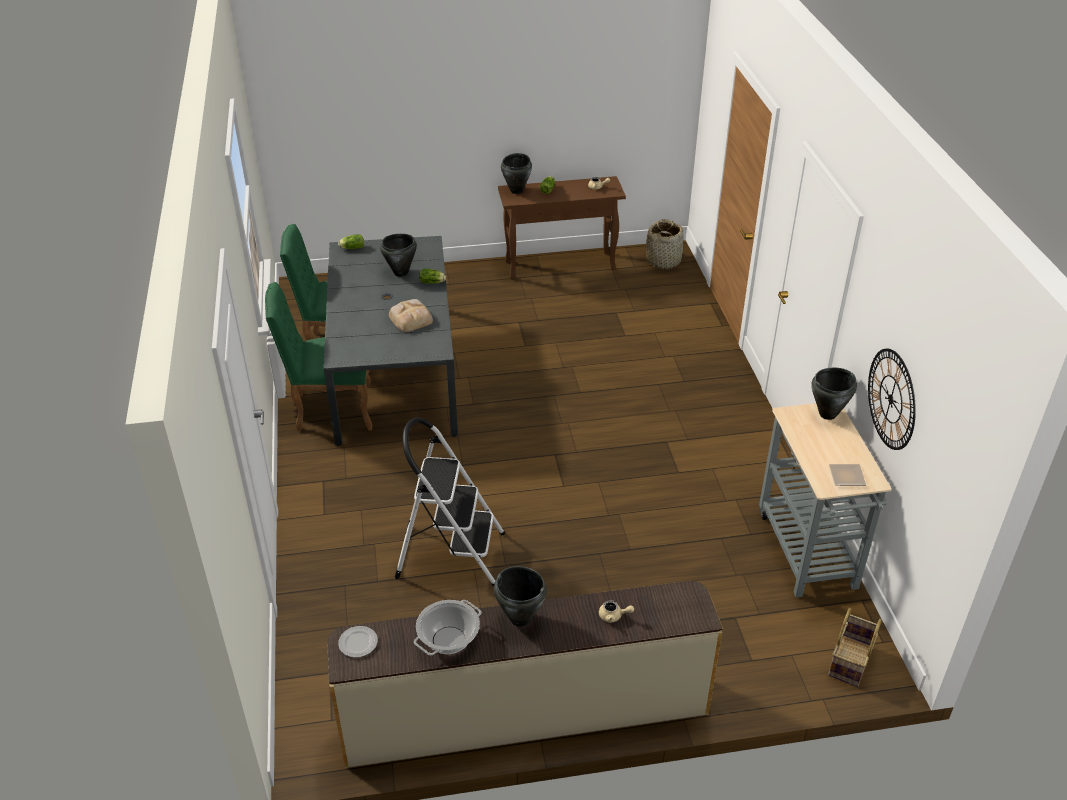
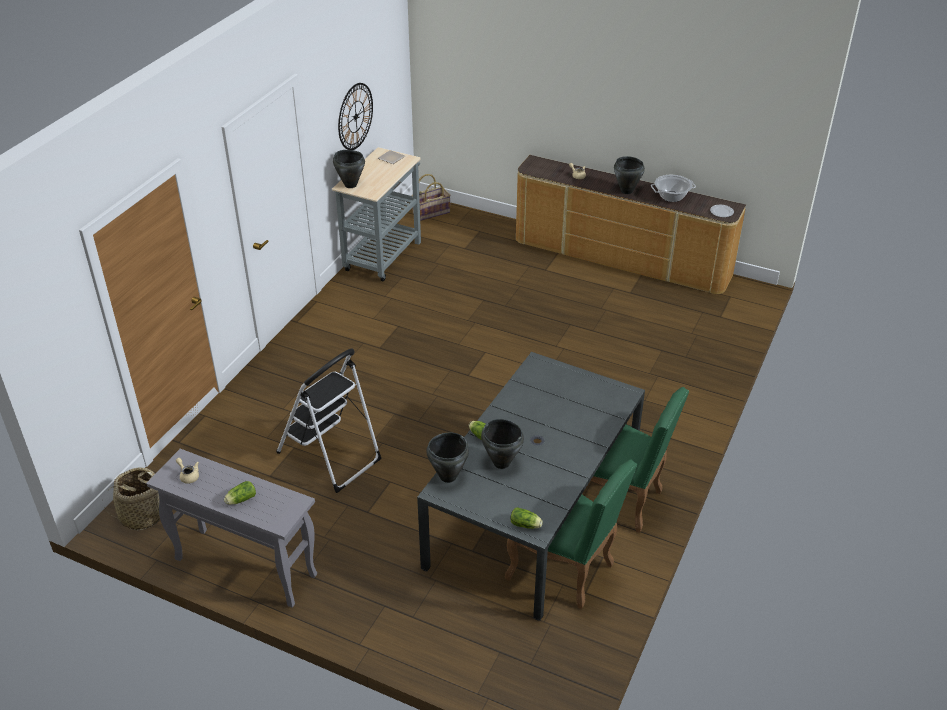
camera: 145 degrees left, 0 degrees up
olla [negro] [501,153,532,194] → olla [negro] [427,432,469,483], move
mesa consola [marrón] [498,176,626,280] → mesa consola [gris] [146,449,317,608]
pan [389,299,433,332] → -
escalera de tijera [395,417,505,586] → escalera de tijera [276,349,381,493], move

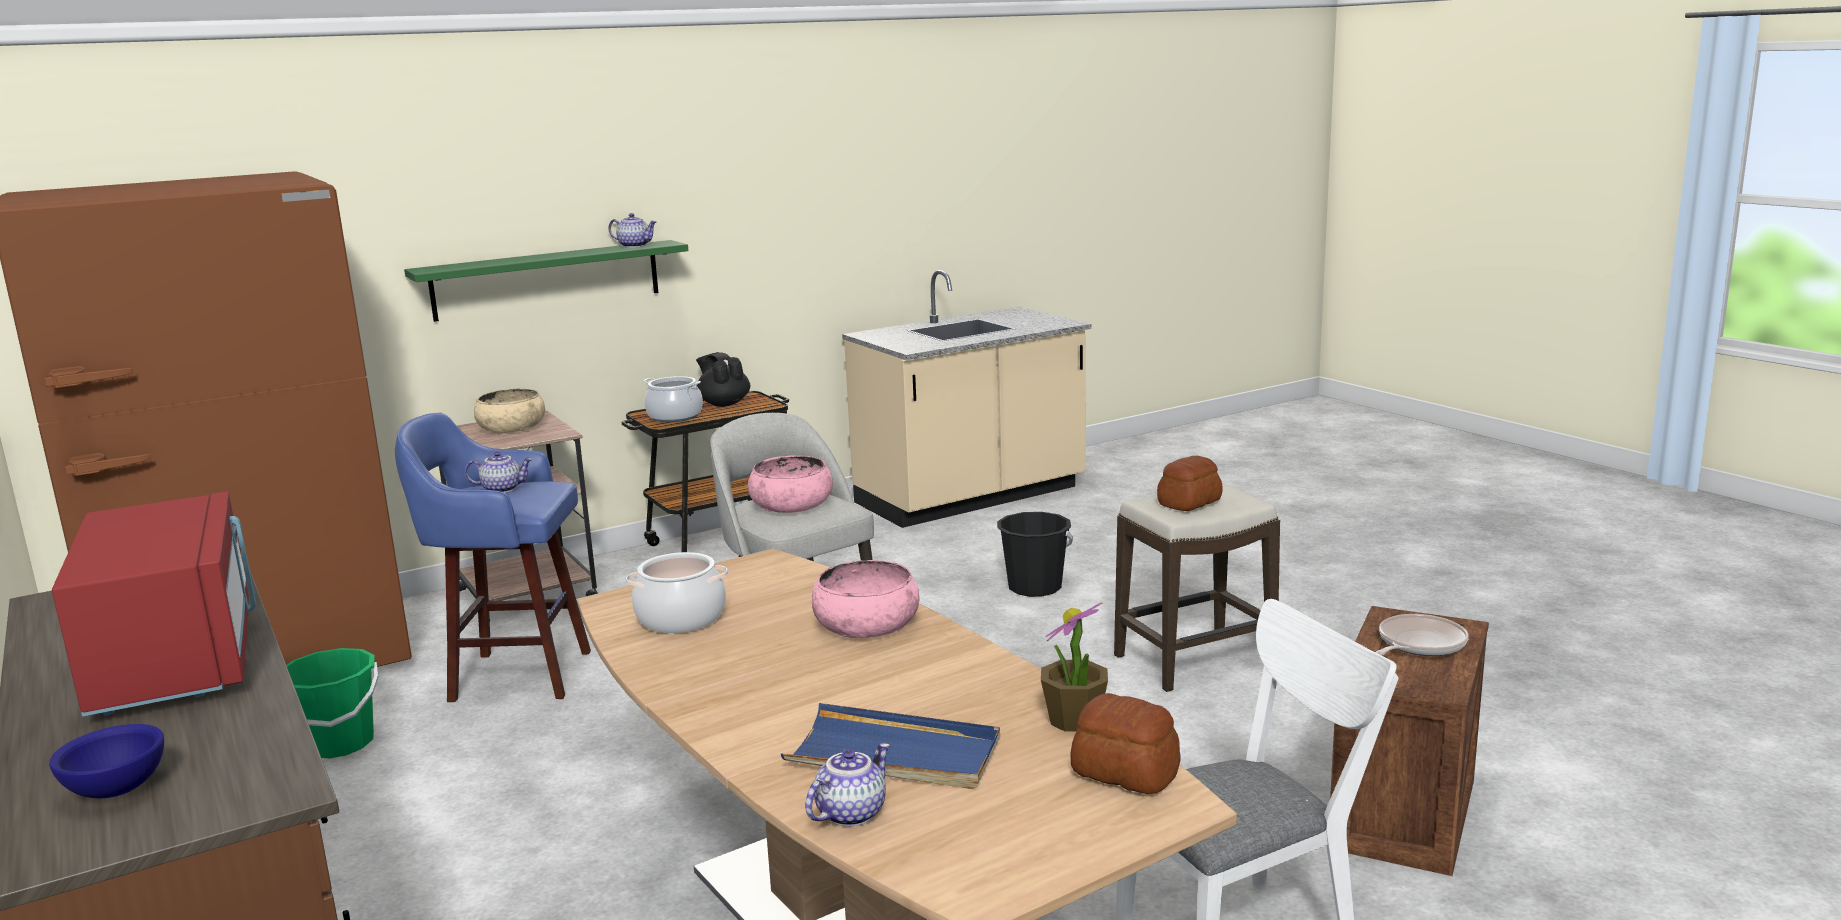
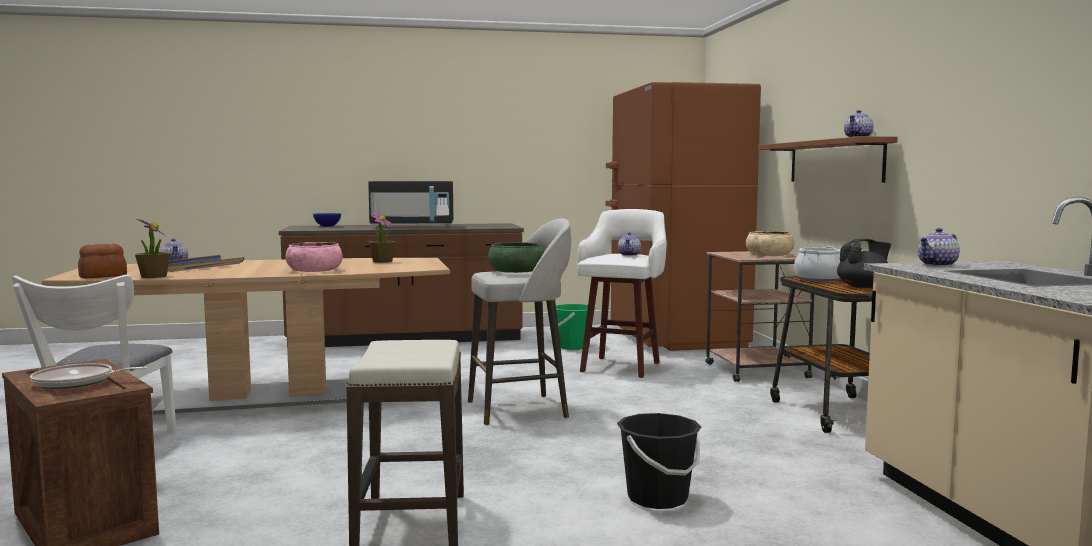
camera: 110 degrees right, 10 degrees down
estante [verde] [404,240,688,322] → estante [marrón] [758,136,897,183]
taburete [azul] [395,413,591,702] → taburete [blanco] [577,209,667,378]
cuenco [rosa] [748,455,833,513] → cuenco [verde] [488,242,544,273]
pan [1157,456,1222,511] → -
microondas [rojo] [52,492,256,717] → microondas [negro] [368,181,454,228]
olla [626,552,728,633] → planta en maceta [369,212,396,263]
sartén [1376,614,1469,656] → sartén [30,363,147,389], 105 degrees clockwise
- → tetera [918,228,960,266]

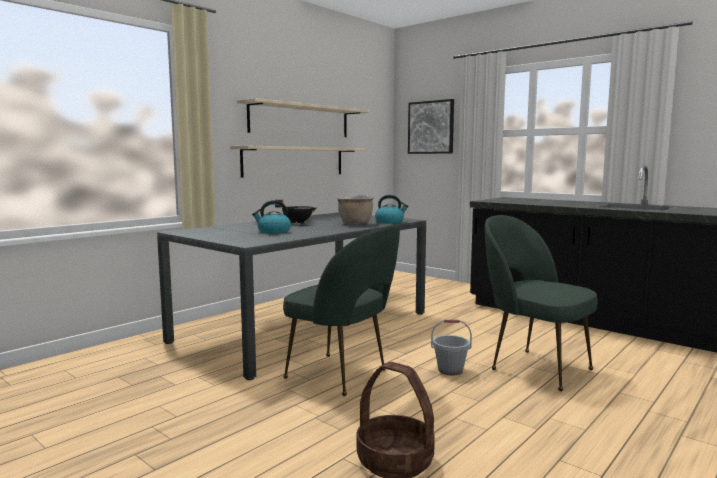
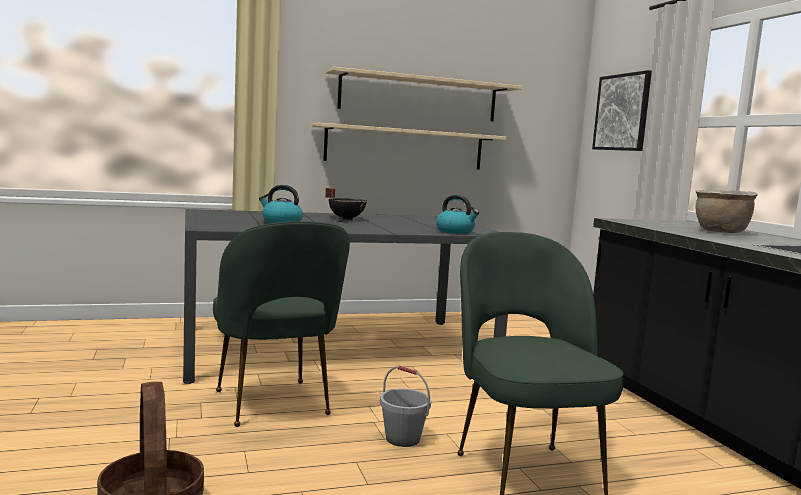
camera: 30 degrees right, 0 degrees up
olla [marrón] [337,195,374,224] → olla [marrón] [696,190,758,233], move

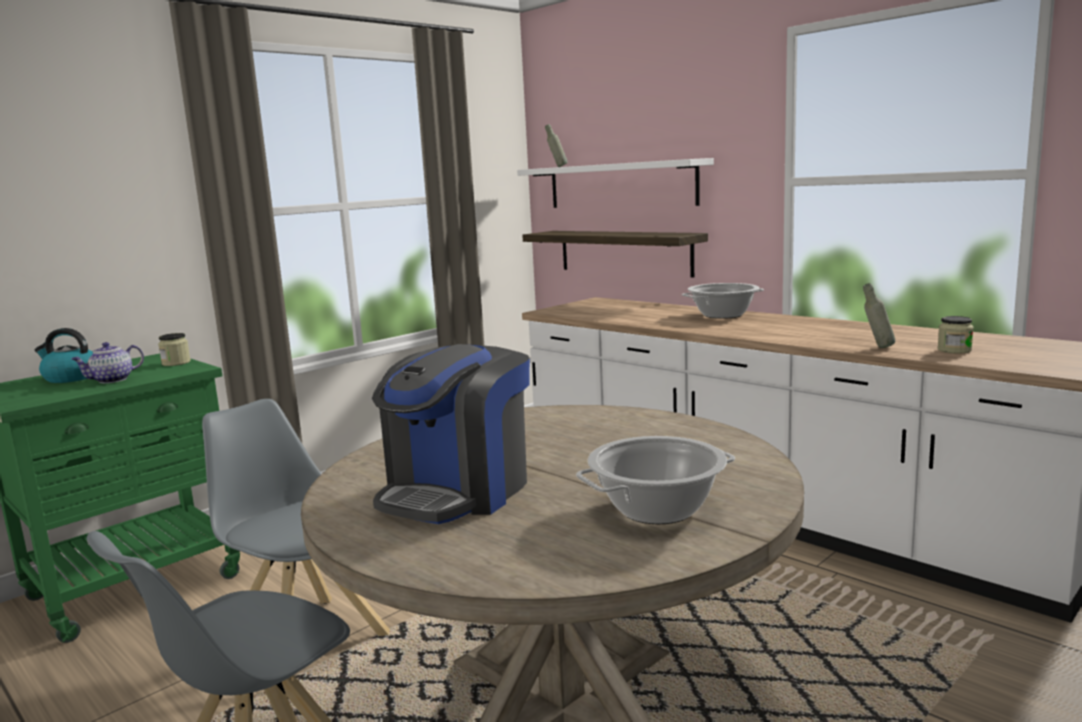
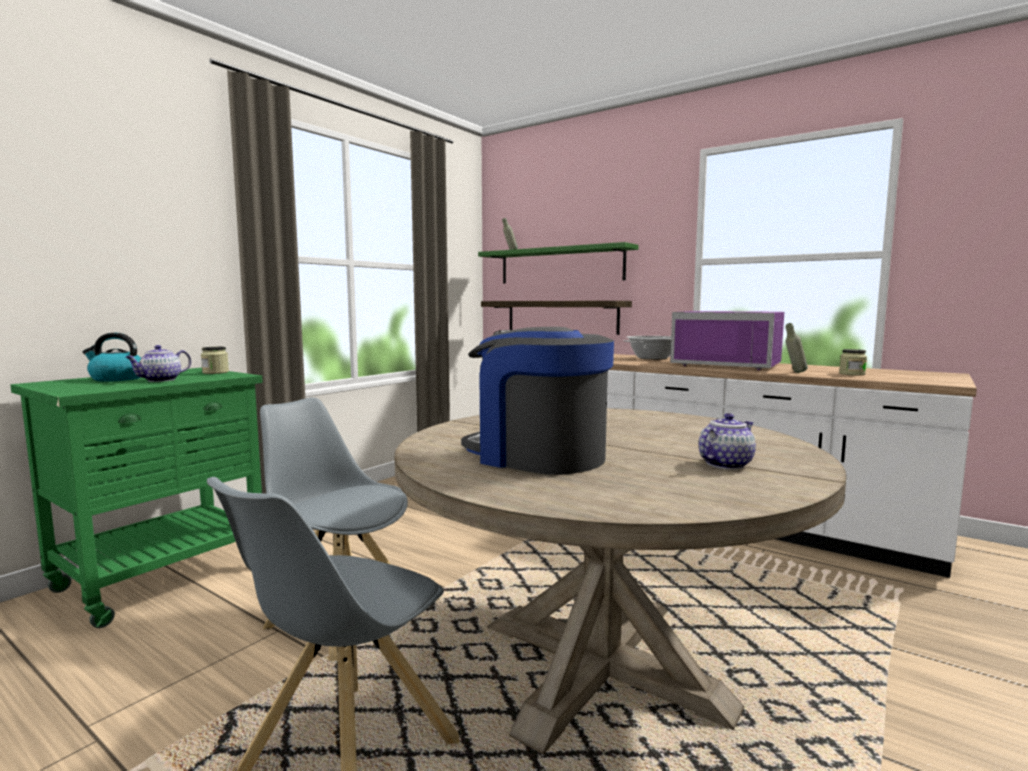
camera: 10 degrees left, 5 degrees down
estante [blanco] [517,158,714,208] → estante [verde] [478,242,638,283]
cafetera [372,344,530,524] → cafetera [461,327,614,475], 105 degrees clockwise
olla [576,436,735,524] → tetera [699,413,756,470]
- → microondas [morado] [670,311,784,370]

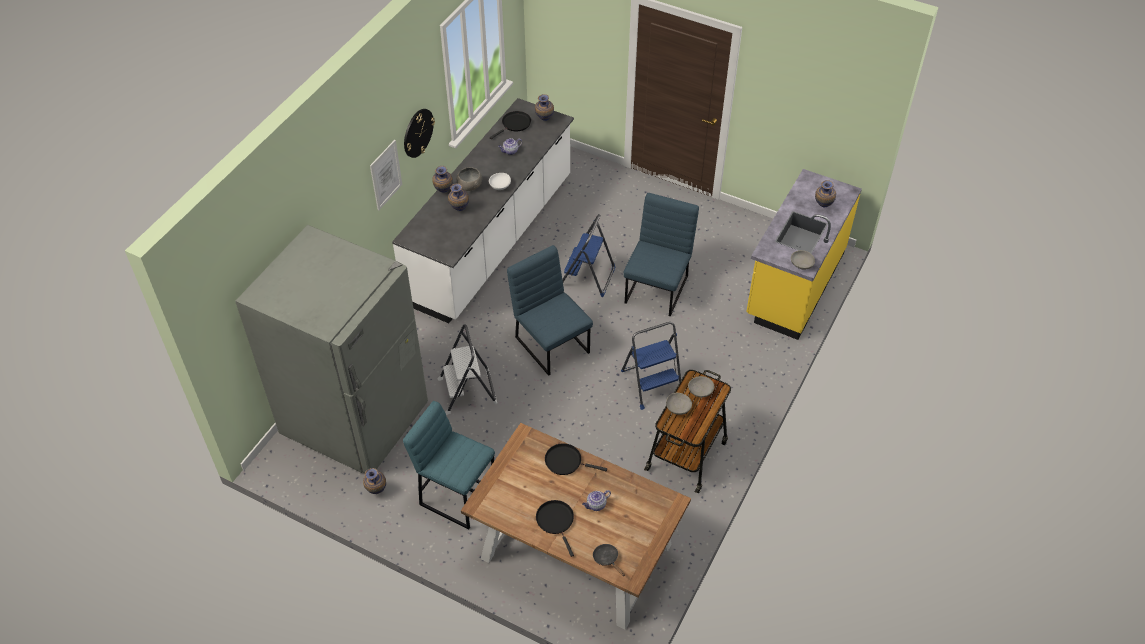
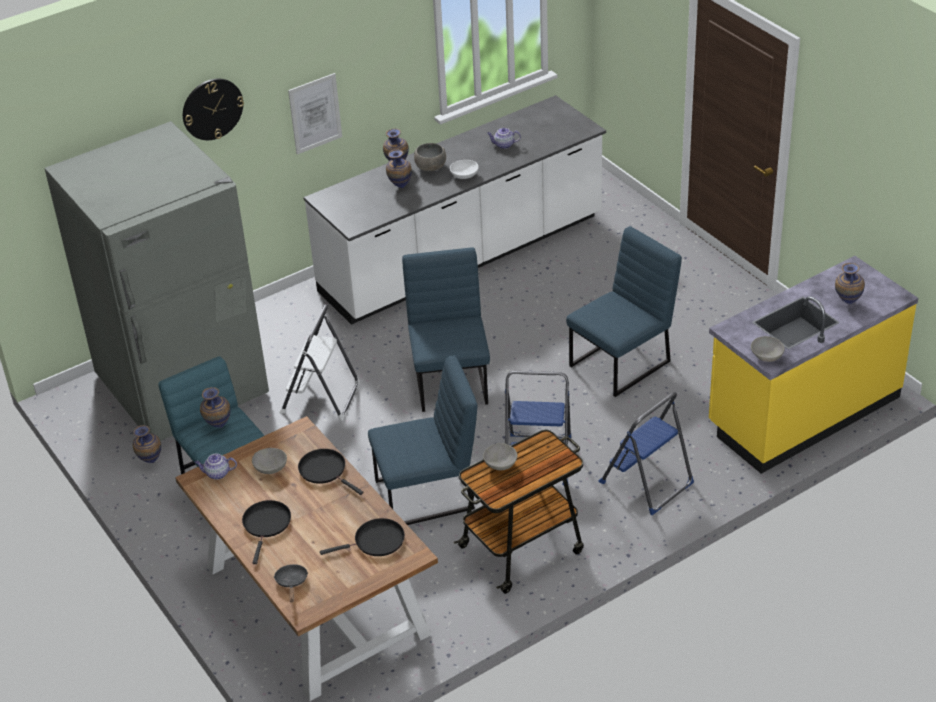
camera: 30 degrees right, 10 degrees down
florero [535,94,554,121] → florero [200,387,231,428], move
reloj de pared [404,109,435,158] → reloj de pared [183,79,244,140], move
sartén [negro] [490,111,531,139] → sartén [negro] [320,518,405,556], move
escalera de tijera [azul] [562,214,615,297] → escalera de tijera [azul] [598,392,694,515], move
cuenco [gris] [688,376,715,397] → cuenco [gris] [252,448,287,474], move
tetera [582,490,611,511] → tetera [195,454,237,480], move
- → silla [azul] [368,355,477,525]

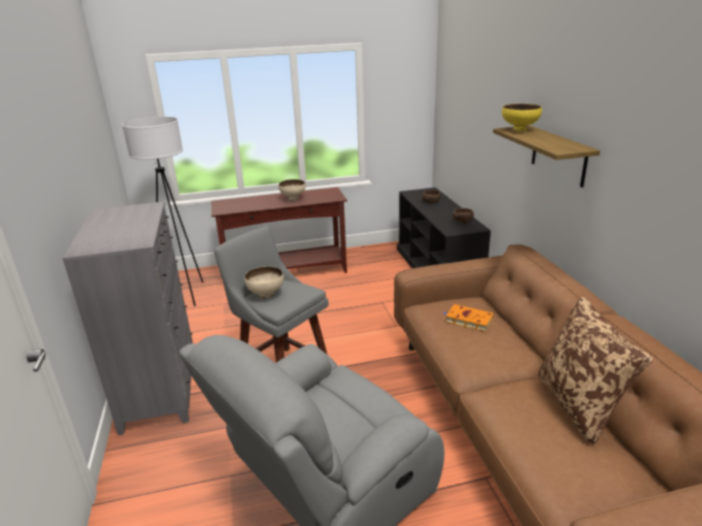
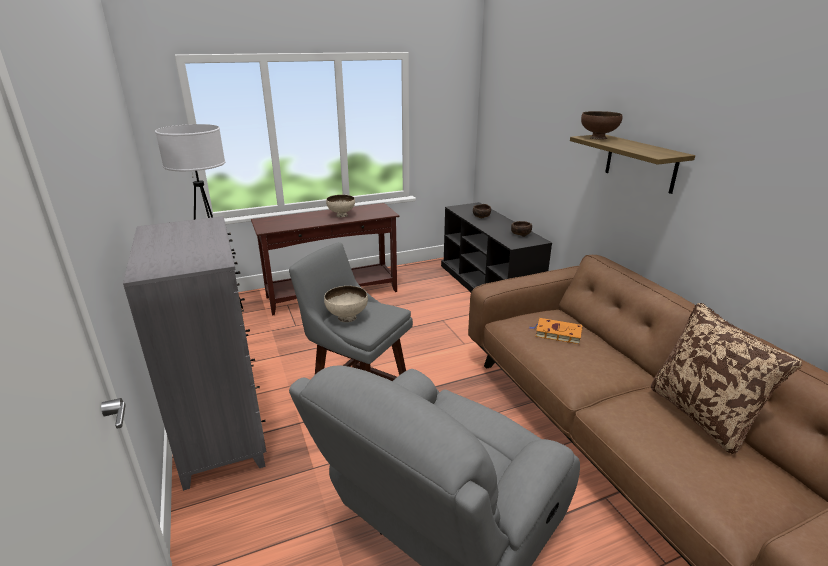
camera: 10 degrees left, 0 degrees up
cuenco [amarillo] [502,104,542,132] → cuenco [marrón] [581,111,622,140]

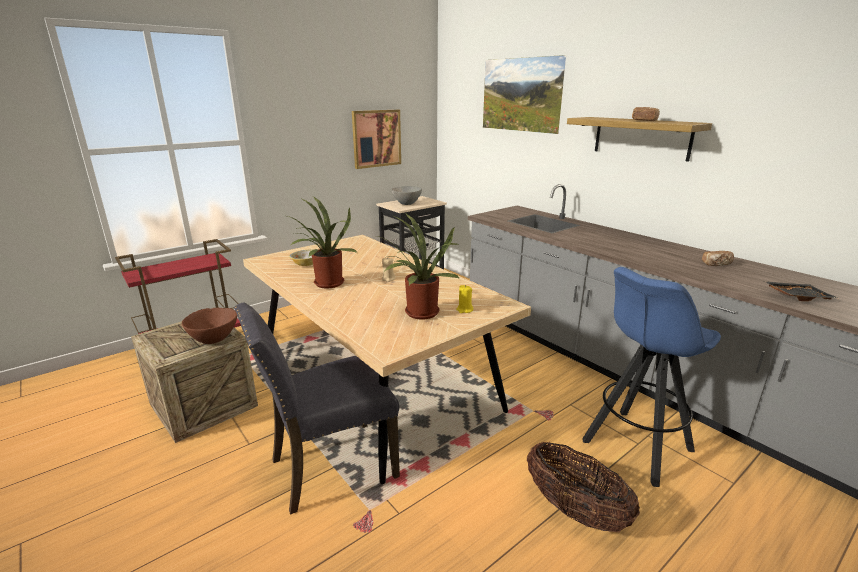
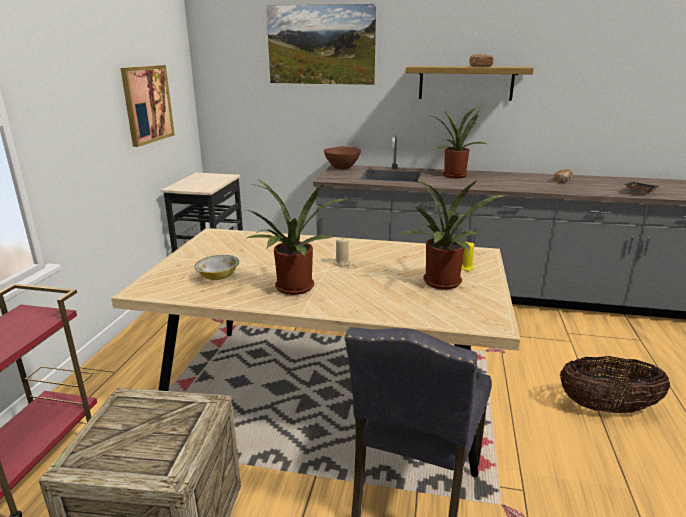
camera: 40 degrees left, 0 degrees up
cuenco [gris] [391,186,422,205] → -
taburete [azul] [582,267,721,487] → -
cuenco [marrón] [182,308,237,344] → cuenco [marrón] [324,147,361,169], move
- → planta en maceta [425,105,486,178]

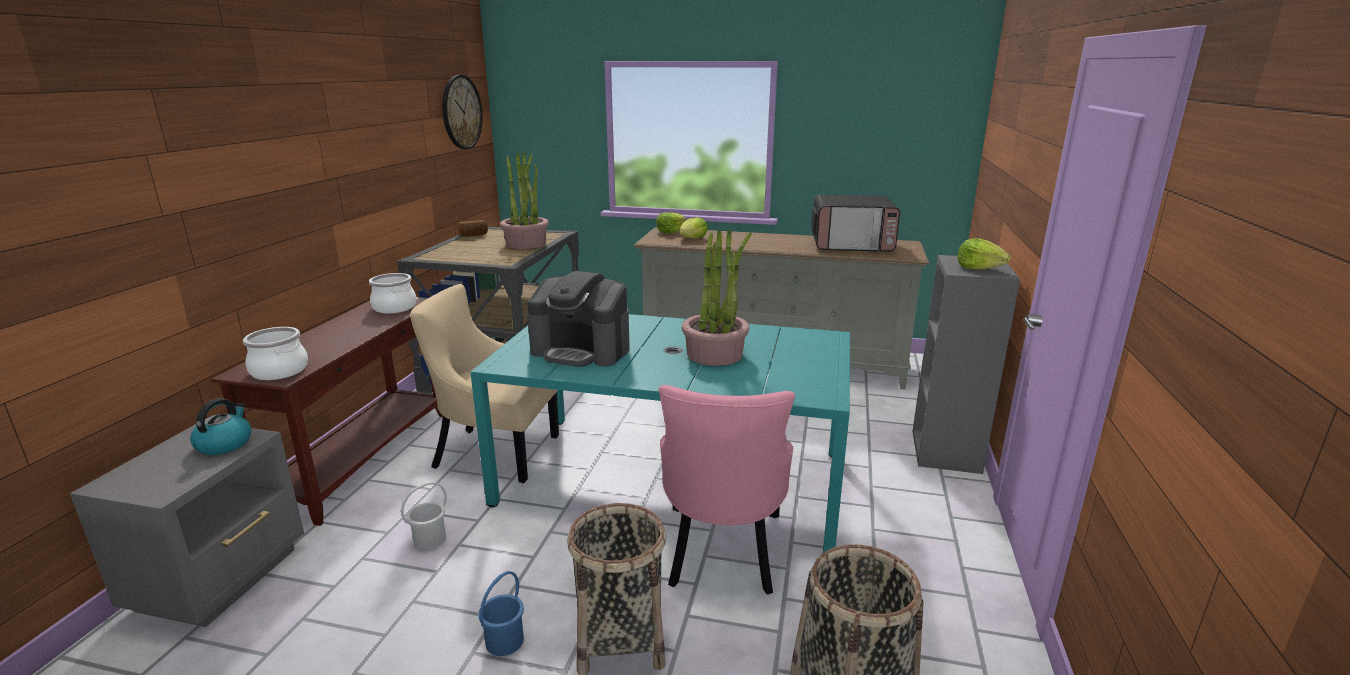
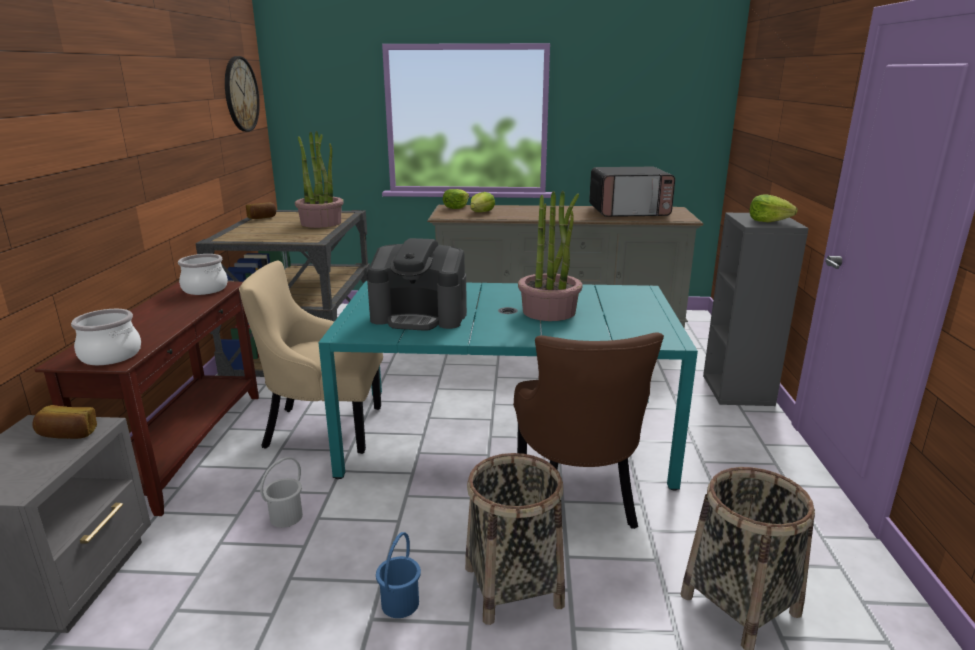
camera: 10 degrees left, 0 degrees up
silla [rosa] [658,385,795,595] → silla [marrón] [513,333,664,529]
hervidor [190,398,251,455] → pan [32,405,97,439]

